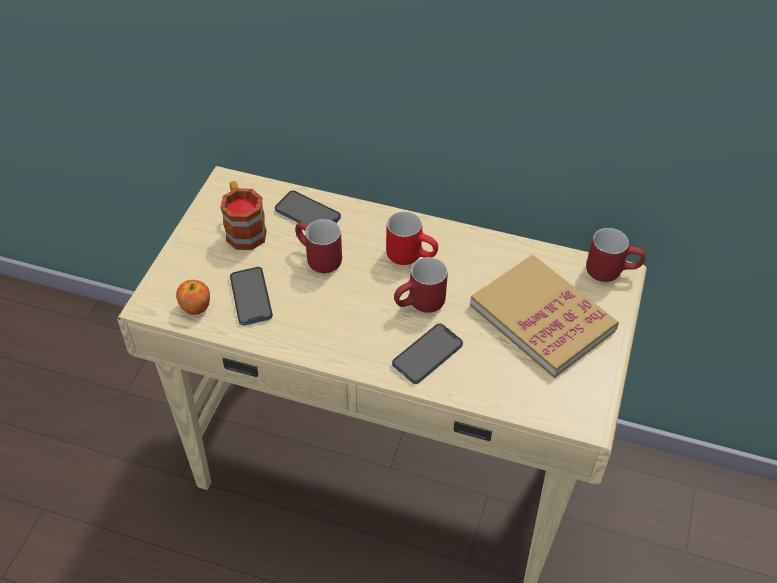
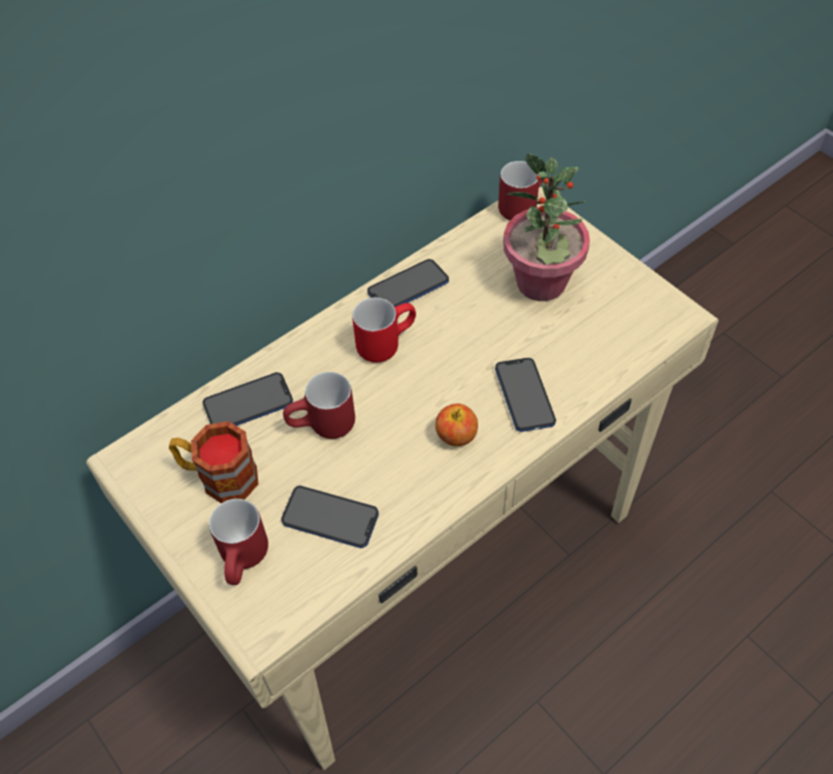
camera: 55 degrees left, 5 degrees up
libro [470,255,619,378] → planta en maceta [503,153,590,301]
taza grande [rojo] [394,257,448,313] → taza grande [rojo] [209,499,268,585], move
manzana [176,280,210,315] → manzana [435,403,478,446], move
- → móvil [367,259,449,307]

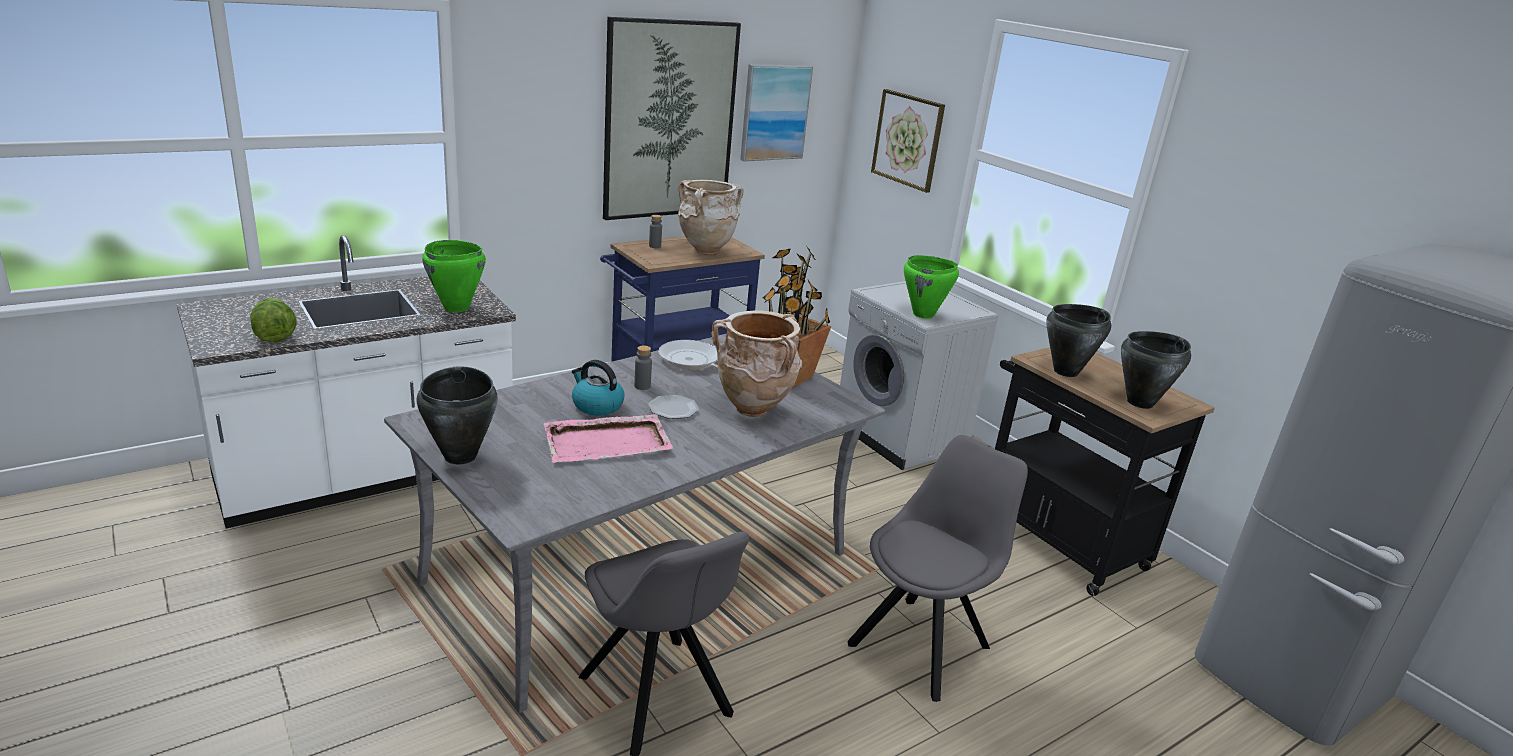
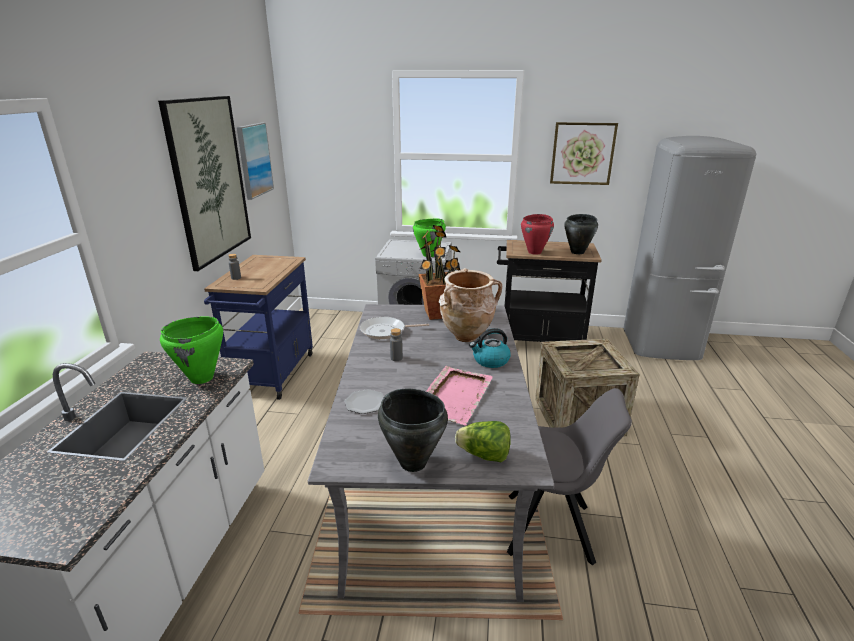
camera: 45 degrees left, 0 degrees up
cuadro [871,89,945,193] → cuadro [550,122,618,185], move
florero [beis] [678,180,744,255] → -
lechuga [250,298,297,342] → lechuga [455,421,510,462], move
olla [negro] [1046,304,1111,377] → olla [rojo] [521,214,554,255]
hervidor [572,360,625,416] → hervidor [469,328,511,368], move
plato [648,395,699,419] → plato [344,389,384,414], move
silla [gris] [848,435,1028,702] → caja de embalaje [535,339,640,437]

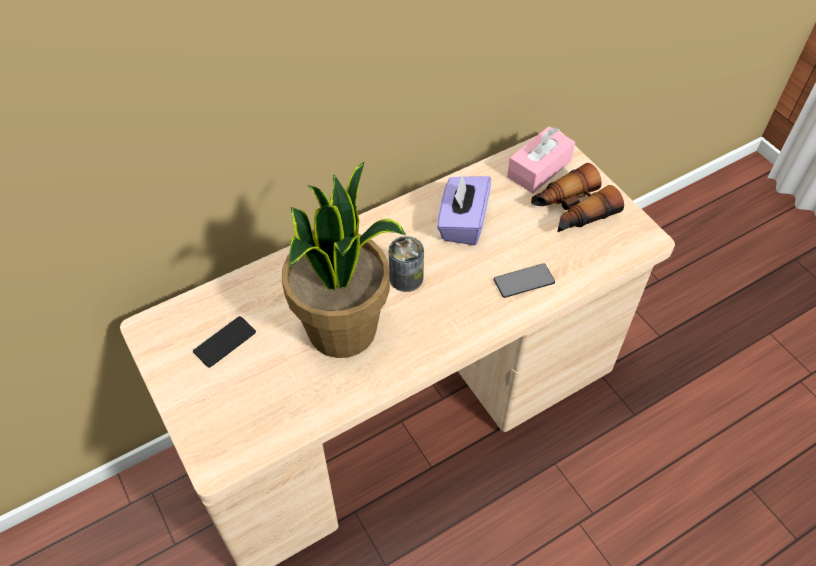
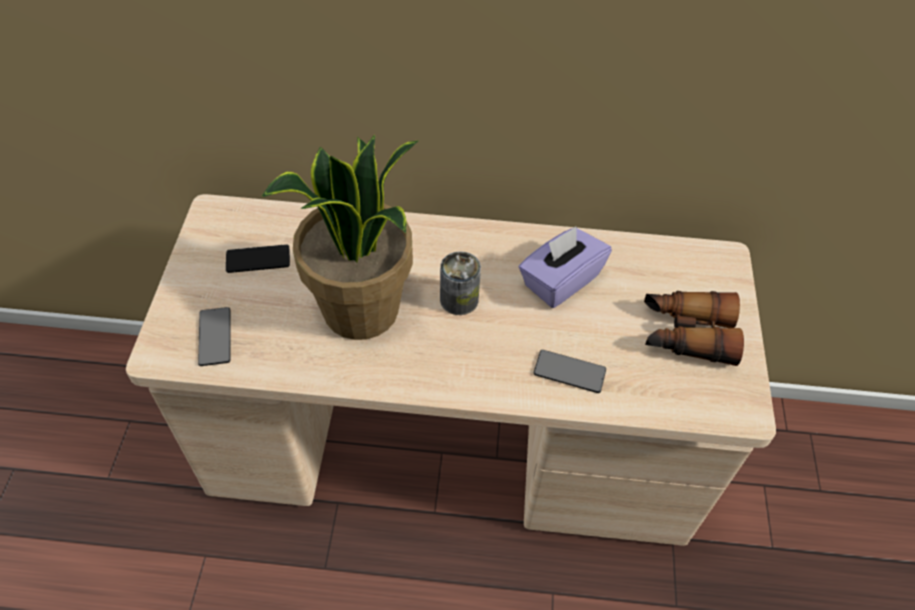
camera: 35 degrees right, 0 degrees up
caja de pañuelos [rosa] [507,126,575,194] → -
- → móvil [198,307,231,366]

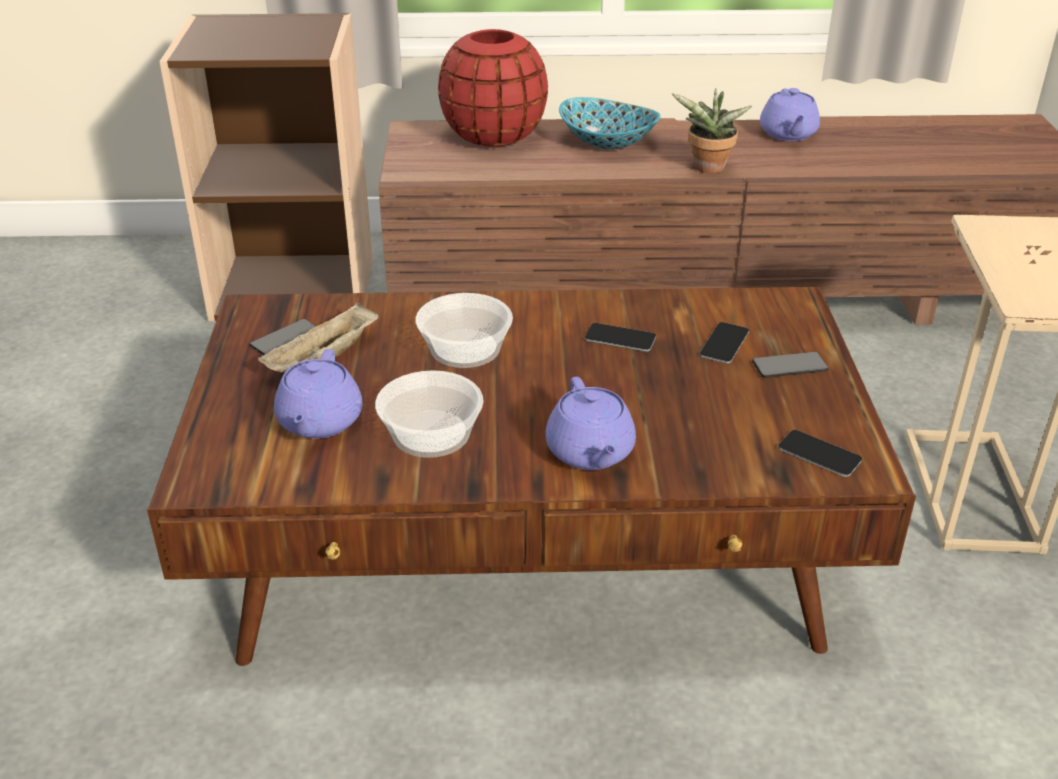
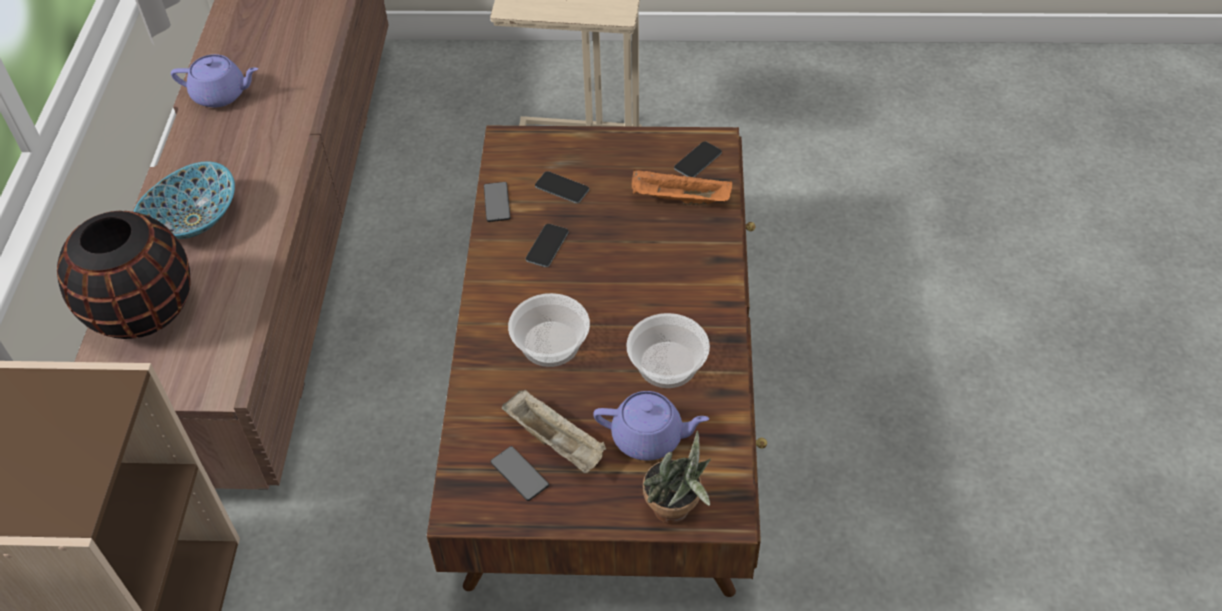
camera: 85 degrees left, 15 degrees up
florero [rojo] [438,29,548,147] → florero [negro] [57,211,191,339]
planta en maceta [672,88,752,174] → planta en maceta [643,431,711,524], move
móvil [752,352,829,378] → móvil [484,182,511,222], move
tetera [morado] [545,377,636,470] → -
- → bandeja [naranja] [632,169,732,205]

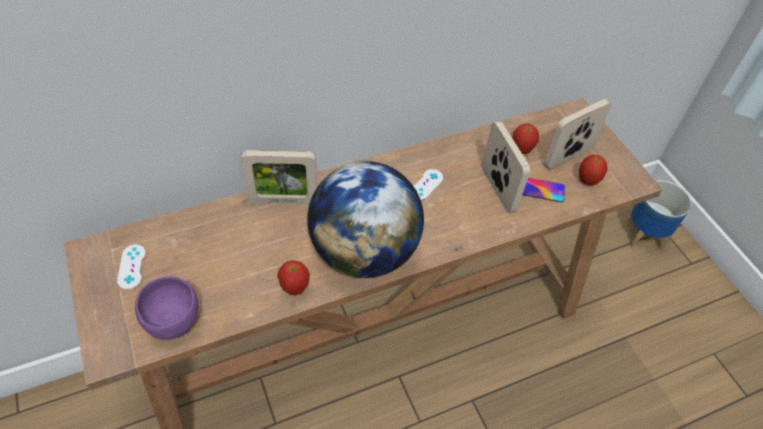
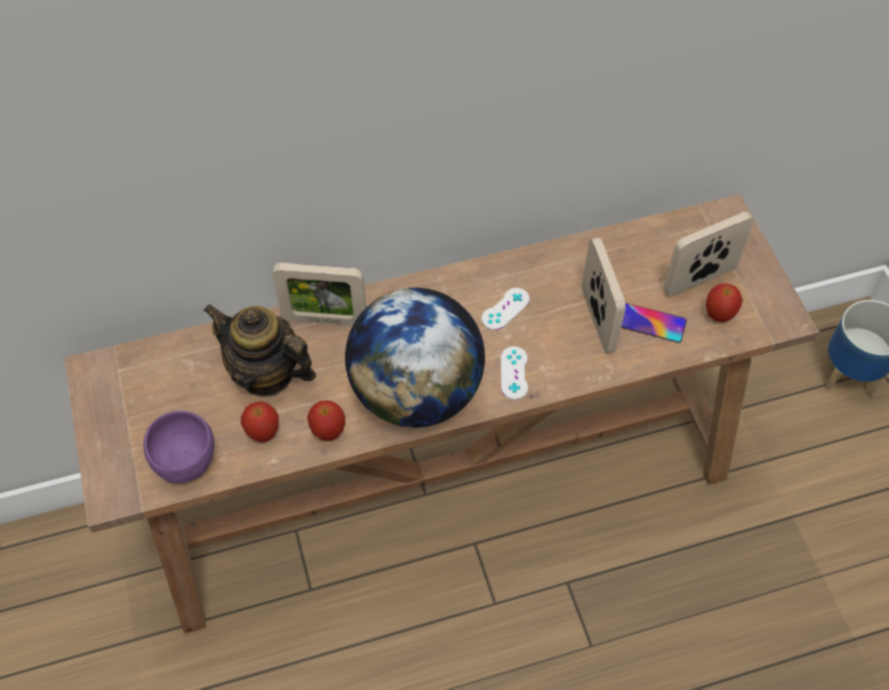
camera: 10 degrees right, 5 degrees up
manzana [512,123,539,154] → manzana [241,402,279,442], move
mando de consola [blanco] [117,245,146,290] → mando de consola [blanco] [501,346,528,400], move
- → tetera [203,304,316,397]

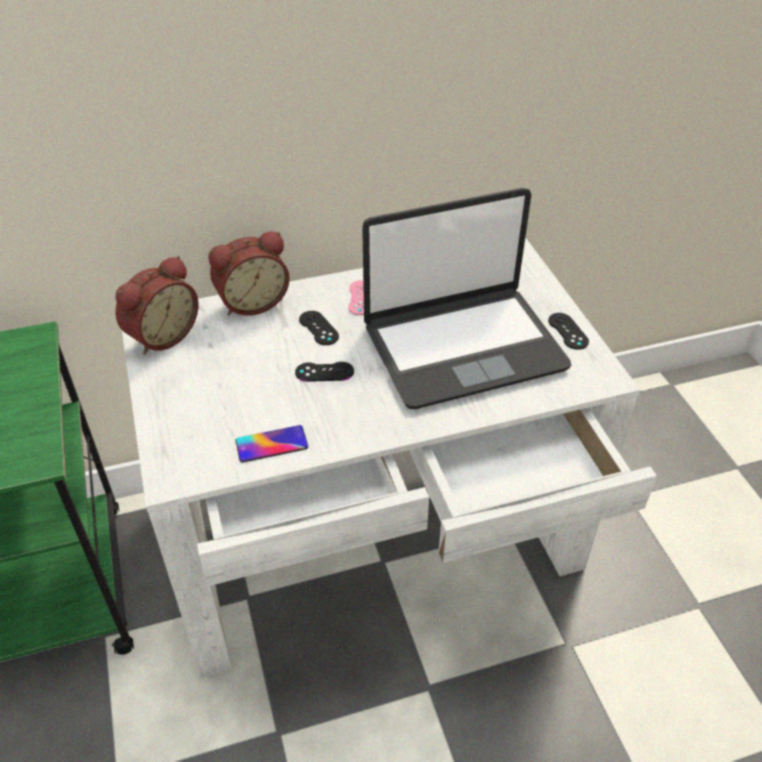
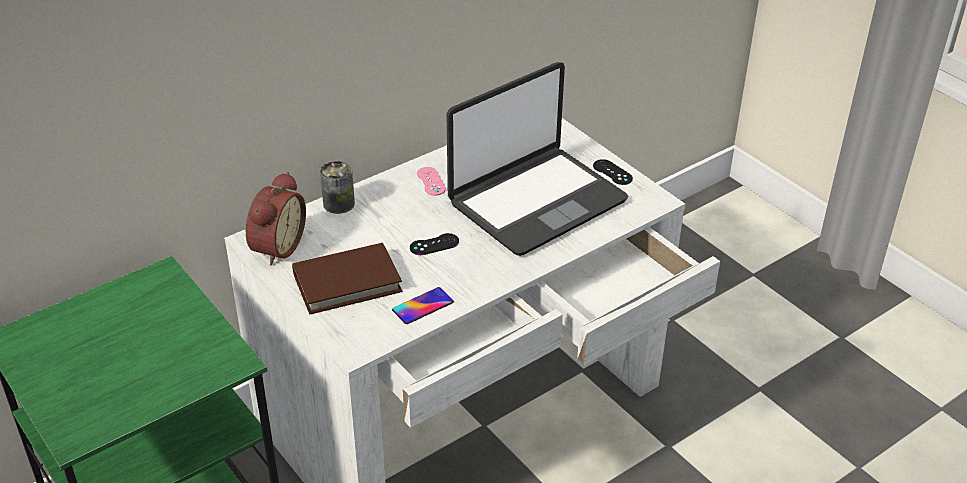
camera: 20 degrees left, 5 degrees down
despertador [208,232,290,316] → lata [320,161,355,214]
mando de consola [negro] [299,311,339,345] → -
- → libro [marrón] [292,243,402,315]

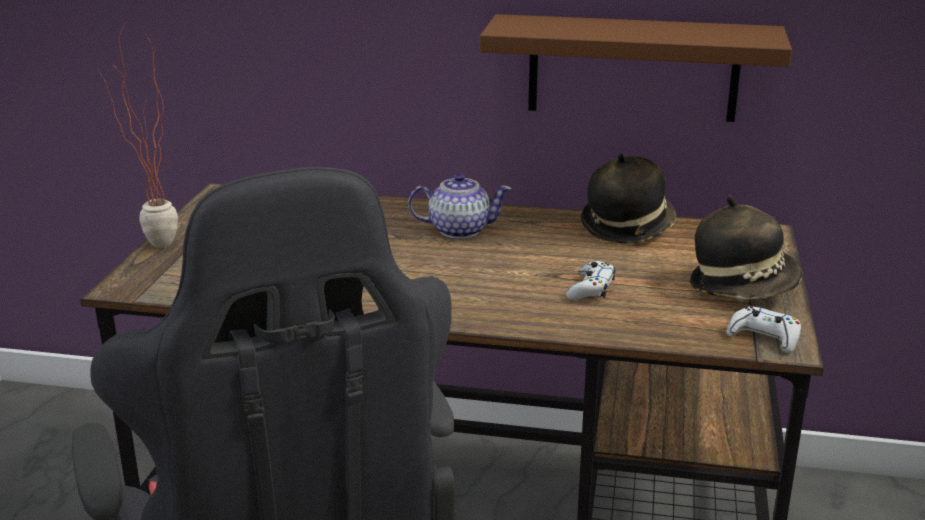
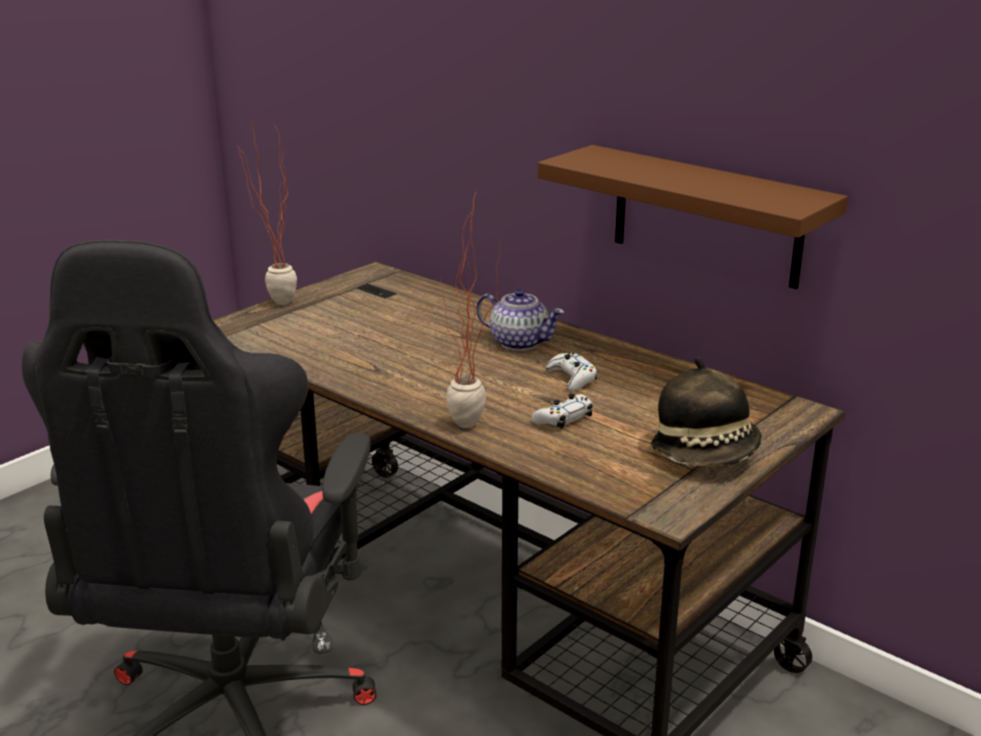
camera: 30 degrees right, 0 degrees up
sombrero [581,154,676,244] → -
mando de consola [blanco] [727,306,801,353] → mando de consola [blanco] [545,353,597,391], move
- → planta en maceta [441,190,502,428]

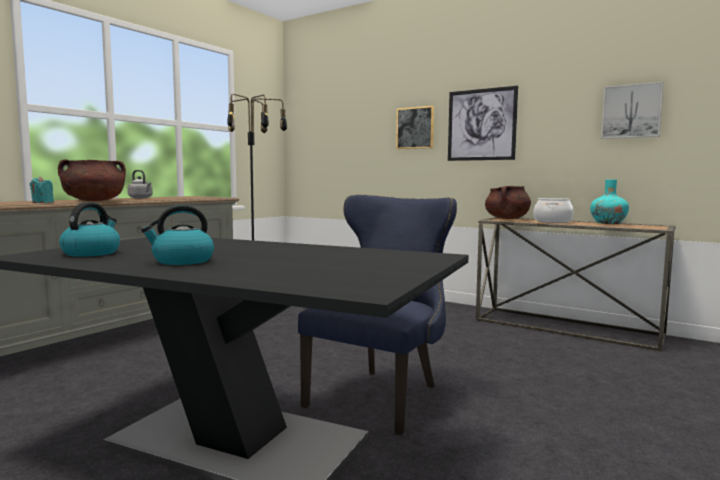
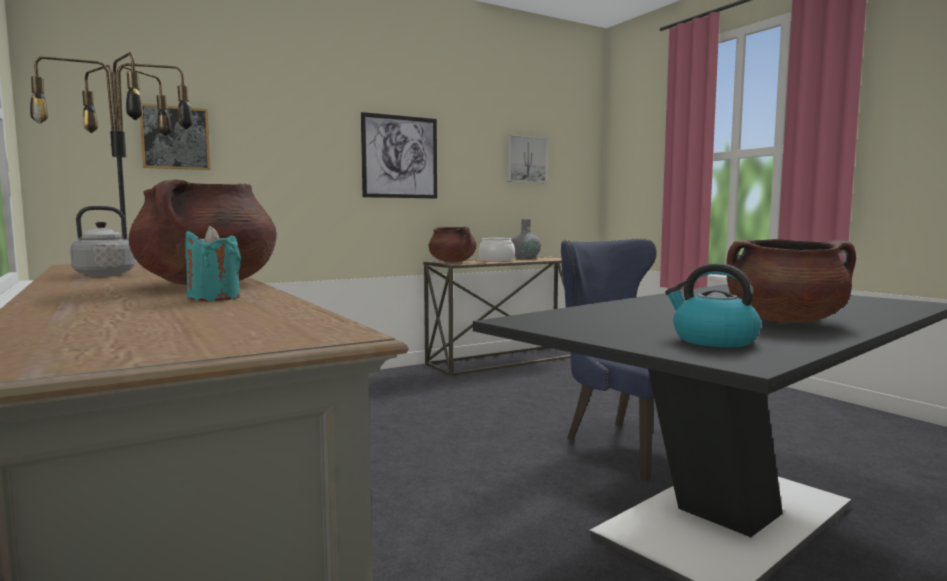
camera: 65 degrees left, 0 degrees up
cuadro [396,106,434,149] → cuadro [140,104,211,170], move
florero [turquesa] [590,179,629,224] → florero [gris] [511,219,541,259]
hervidor [141,205,214,265] → olla [marrón] [727,239,856,322]

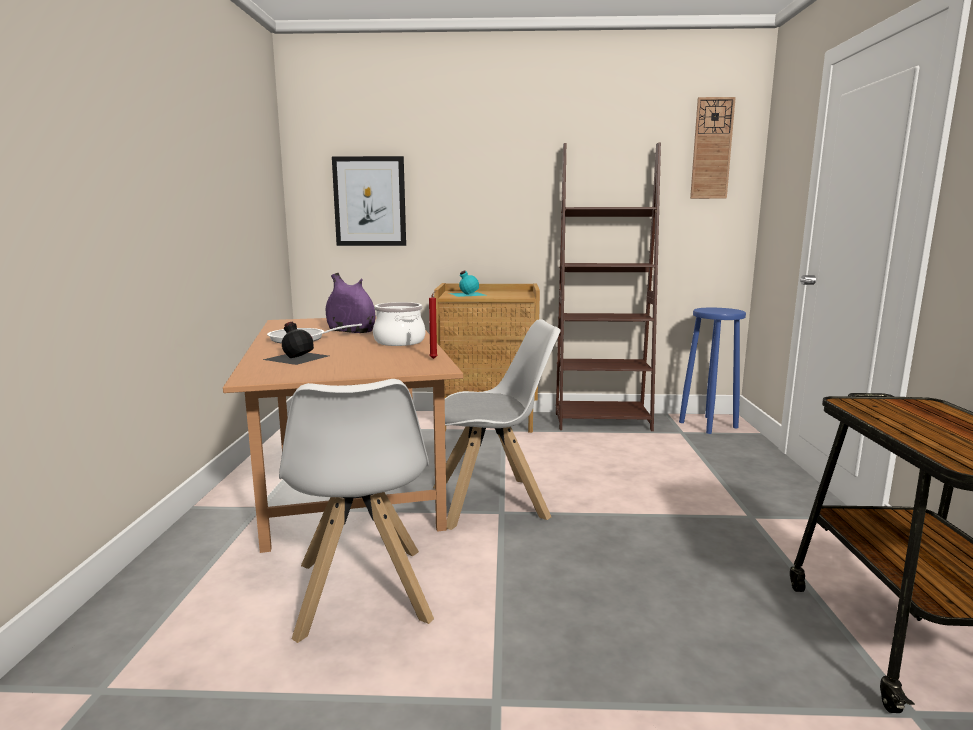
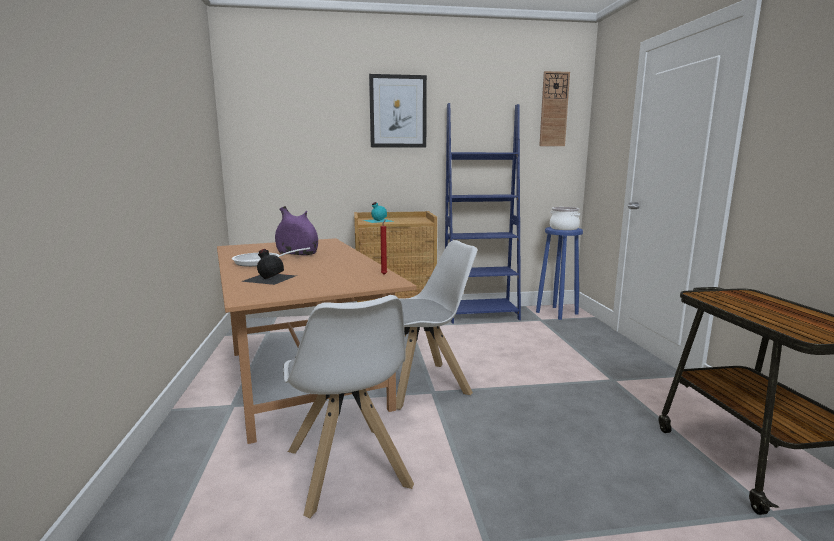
camera: 10 degrees left, 0 degrees up
estantería [marrón] [556,142,661,431] → estantería [azul] [445,103,521,324]
cuadro [332,156,406,246] → cuadro [369,74,427,148], move
olla [373,302,425,346] → olla [550,207,580,230], move

